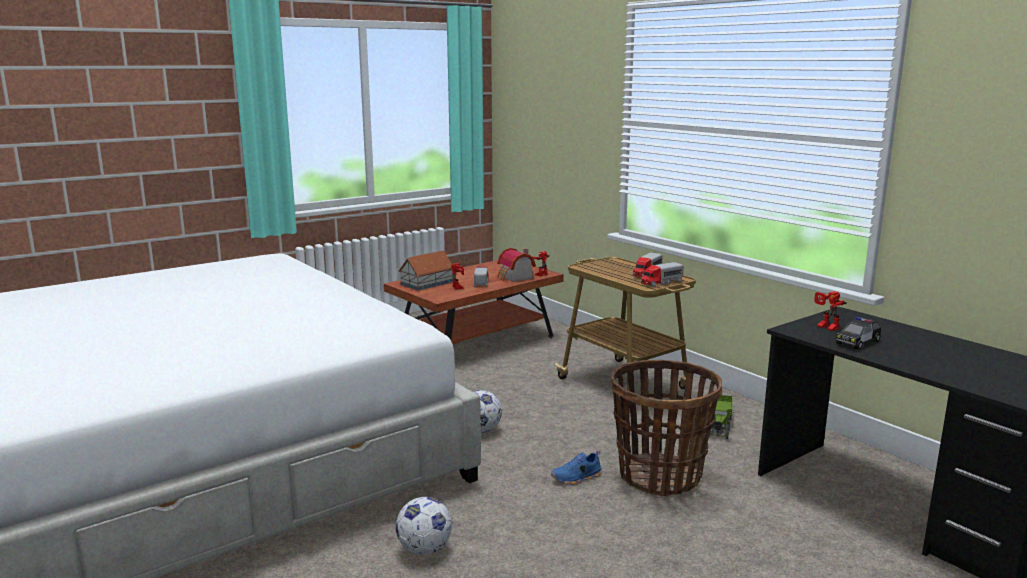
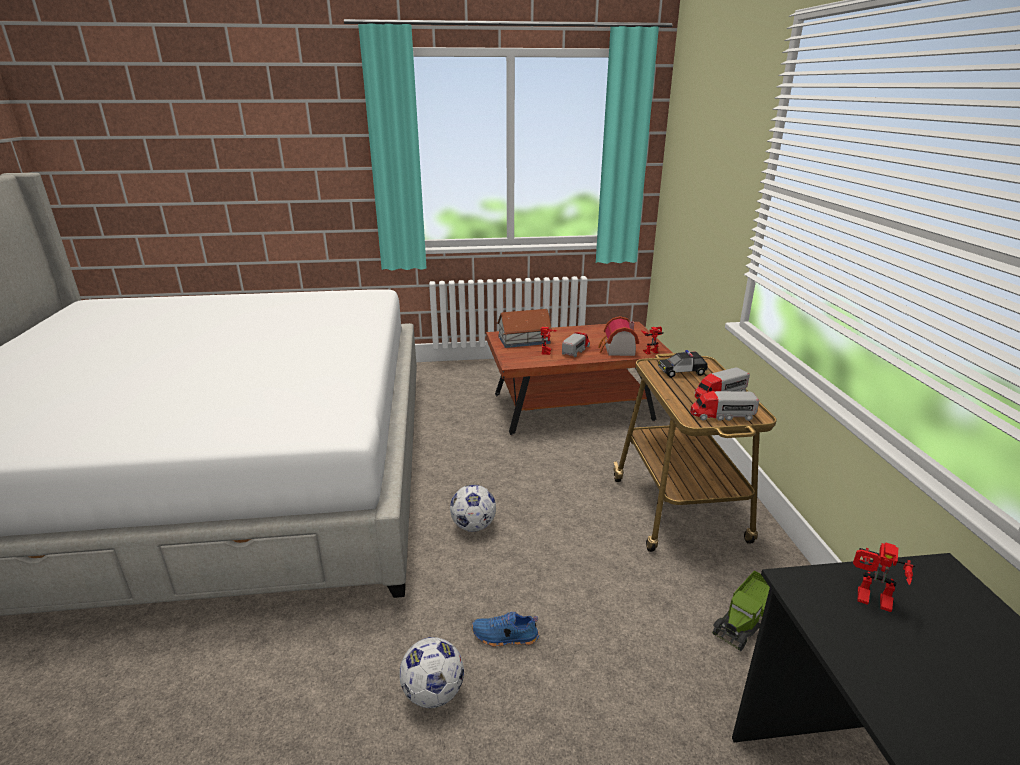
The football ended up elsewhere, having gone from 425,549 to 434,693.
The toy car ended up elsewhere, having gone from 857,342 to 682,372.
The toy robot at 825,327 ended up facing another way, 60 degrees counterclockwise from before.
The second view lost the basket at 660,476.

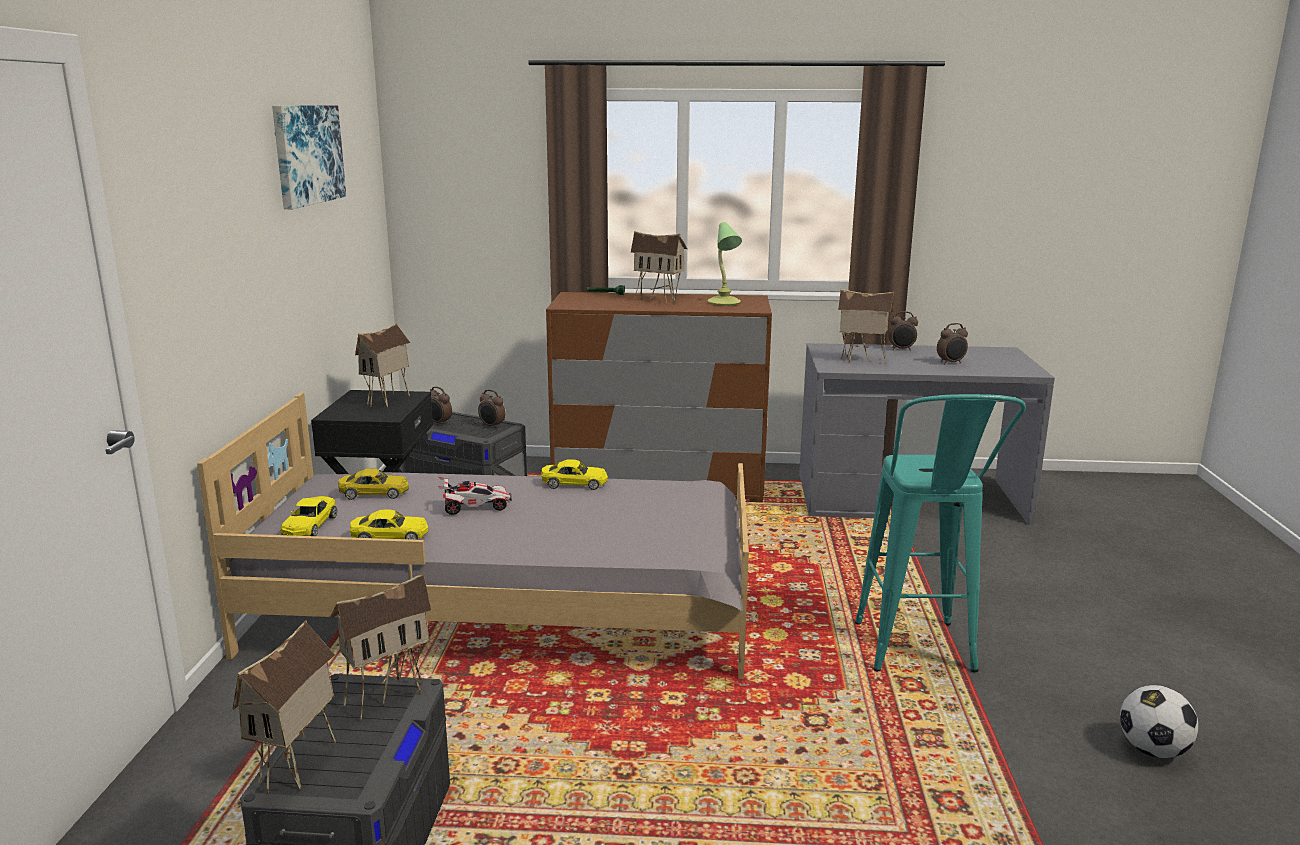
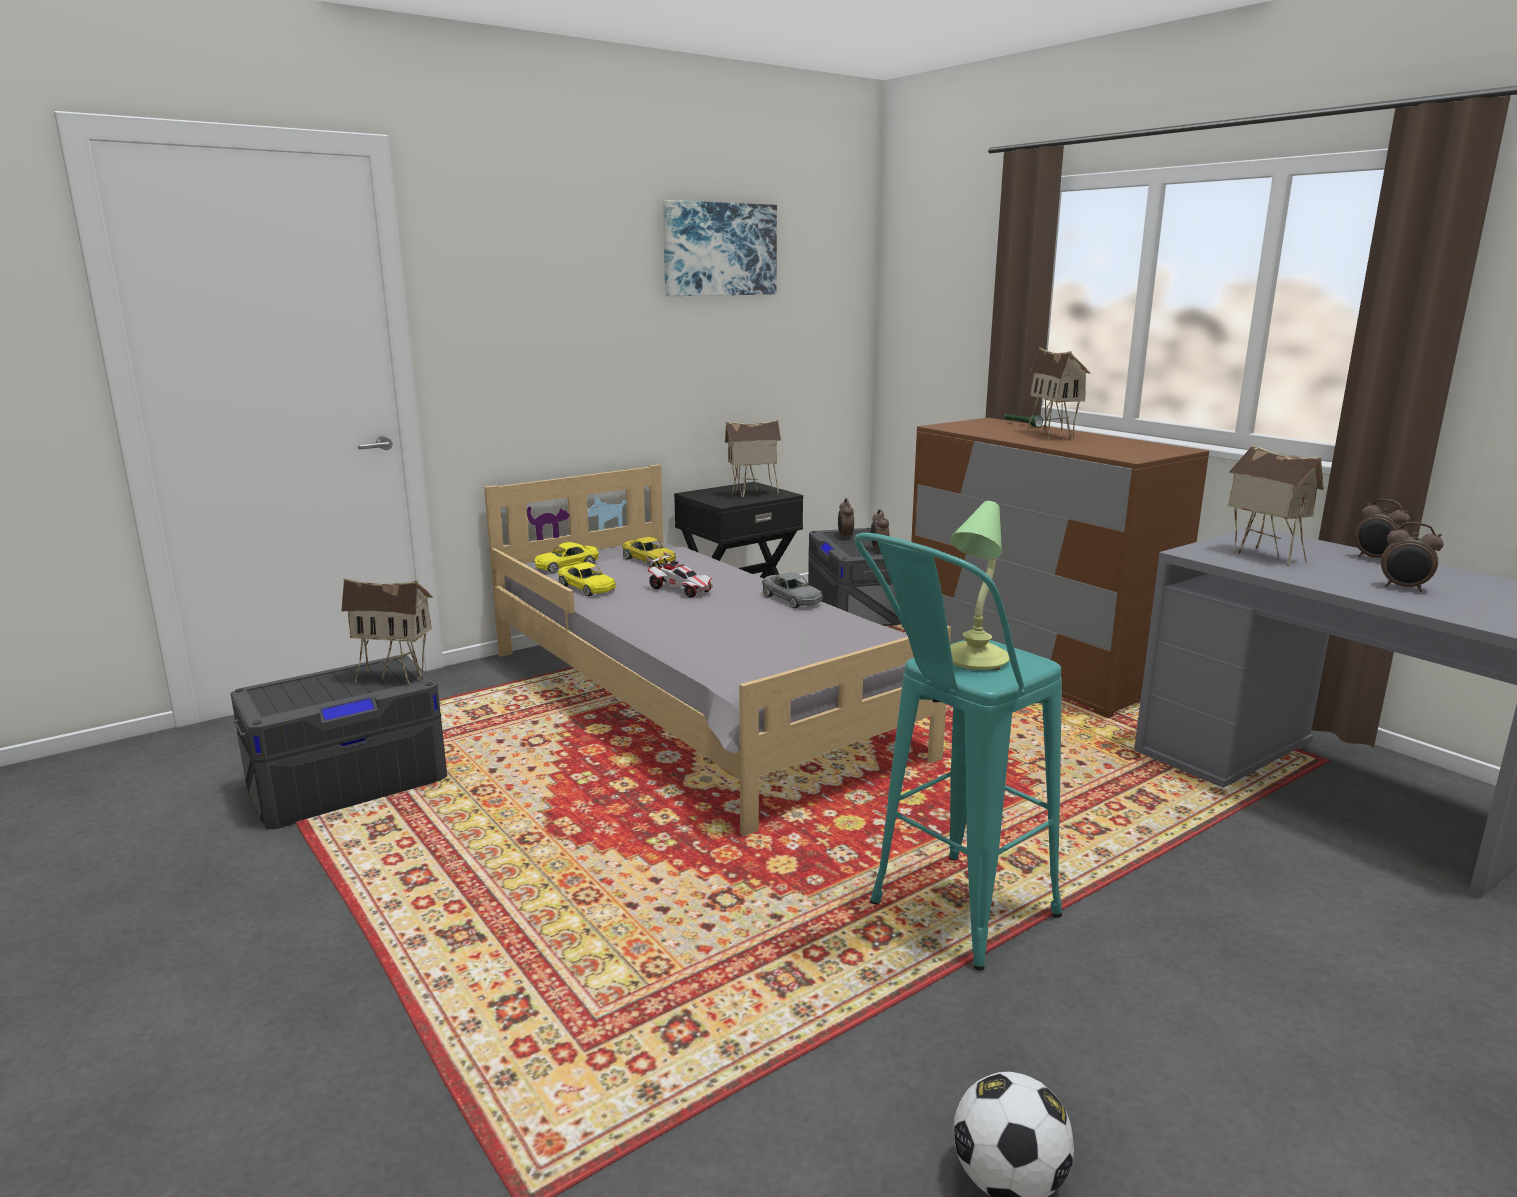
What was the toy car in yellow at 574,483 turned into the toy car in grey at 791,599.
The table lamp ended up elsewhere, having gone from 724,303 to 973,659.
The second view lost the toy house at 299,768.

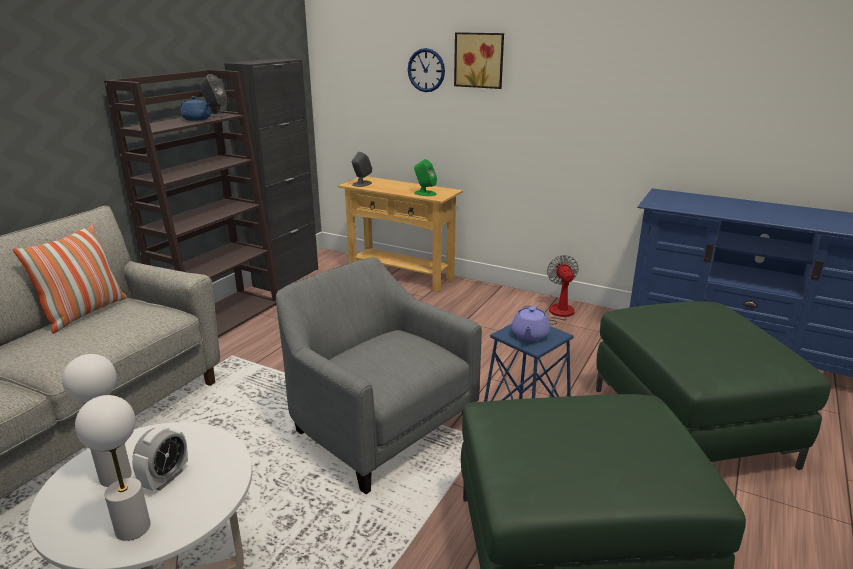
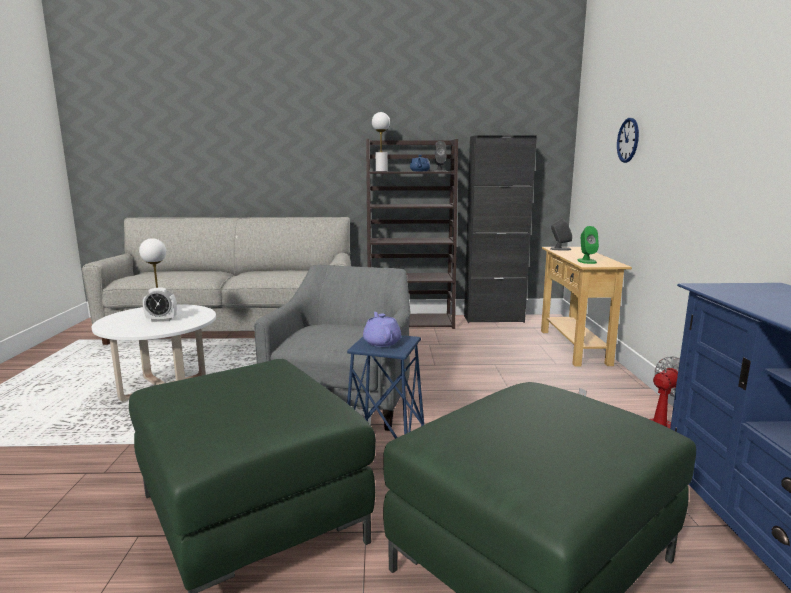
The teapot in purple at 529,335 ended up facing another way, 90 degrees clockwise from before.
The table lamp in white ended up elsewhere, having gone from 133,528 to 381,171.
The second view lost the pillow at 84,313.
The second view lost the picture at 479,60.

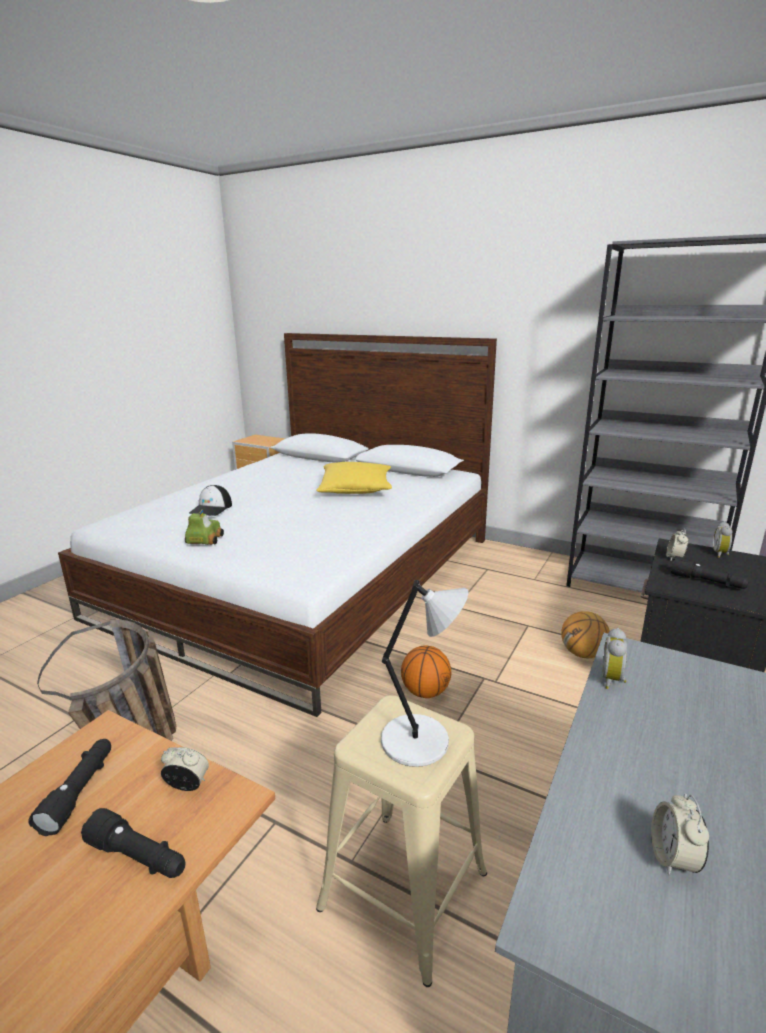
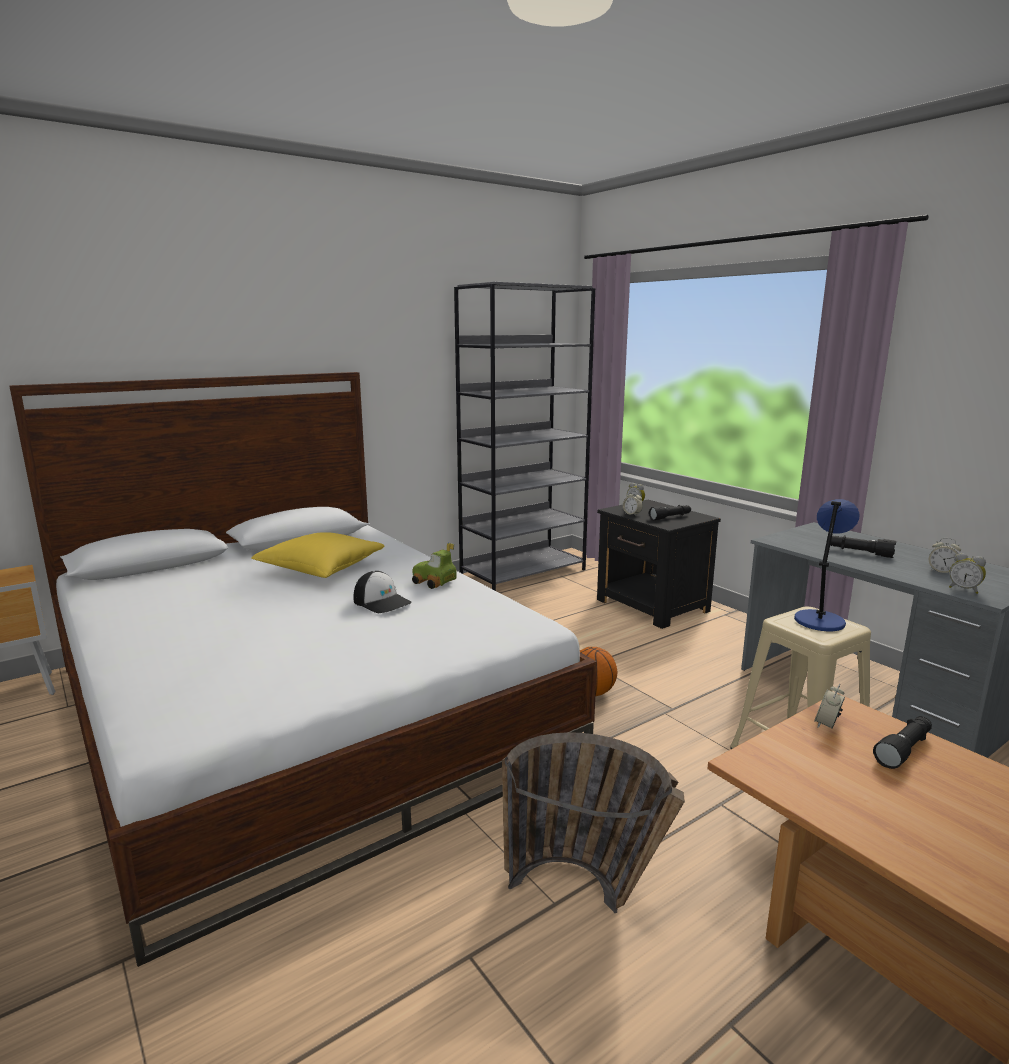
The cap ended up elsewhere, having gone from 211,508 to 382,602.
The toy car ended up elsewhere, having gone from 204,540 to 433,582.
What was the table lamp in grey at 419,741 turned into the table lamp in blue at 819,620.
The flashlight in black ended up elsewhere, having gone from 80,791 to 859,552.
The alarm clock ended up elsewhere, having gone from 613,680 to 964,589.
The second view lost the basketball at 583,654.

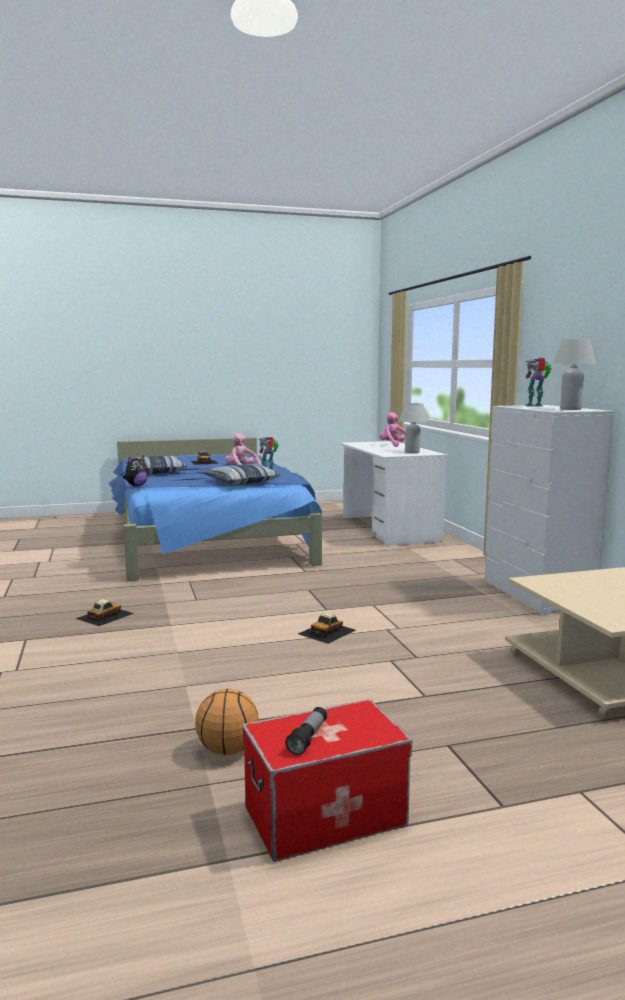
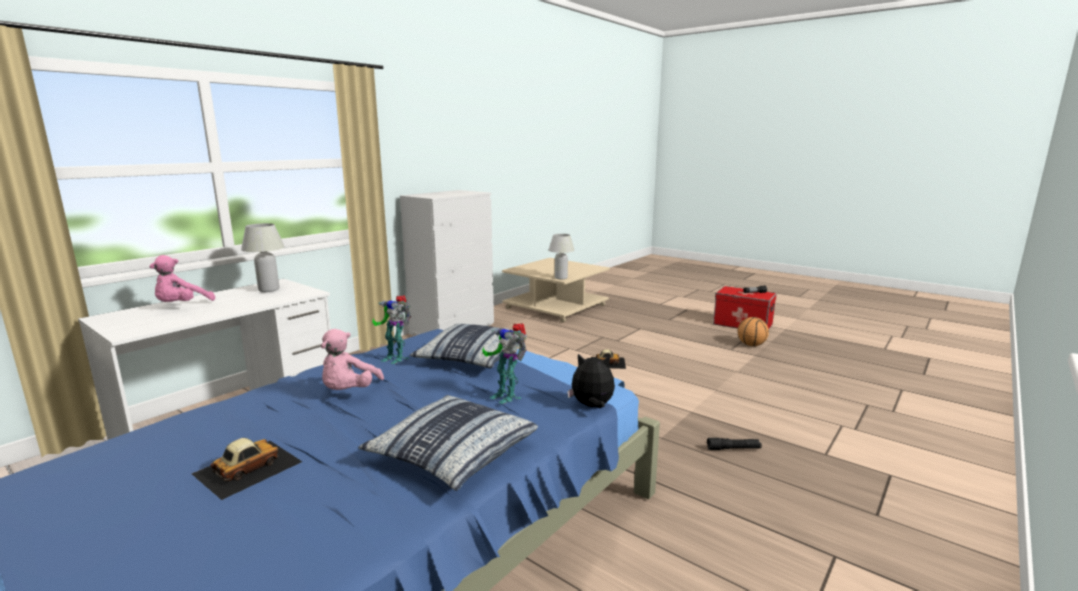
The toy robot ended up elsewhere, having gone from 535,406 to 506,395.
The table lamp in white ended up elsewhere, having gone from 570,409 to 561,278.
Where the toy car stood at 104,616, the flashlight in black came to stand at 733,448.

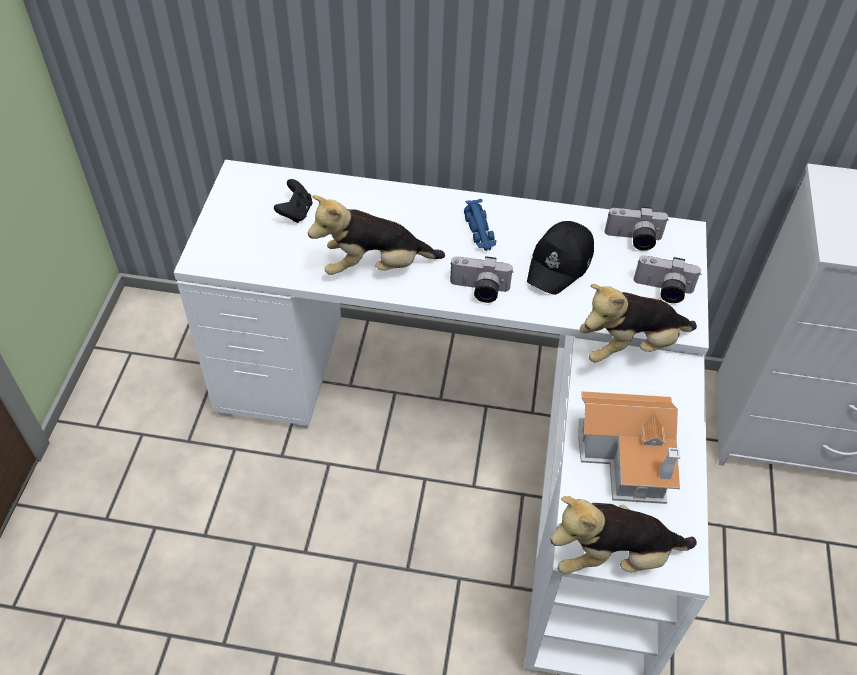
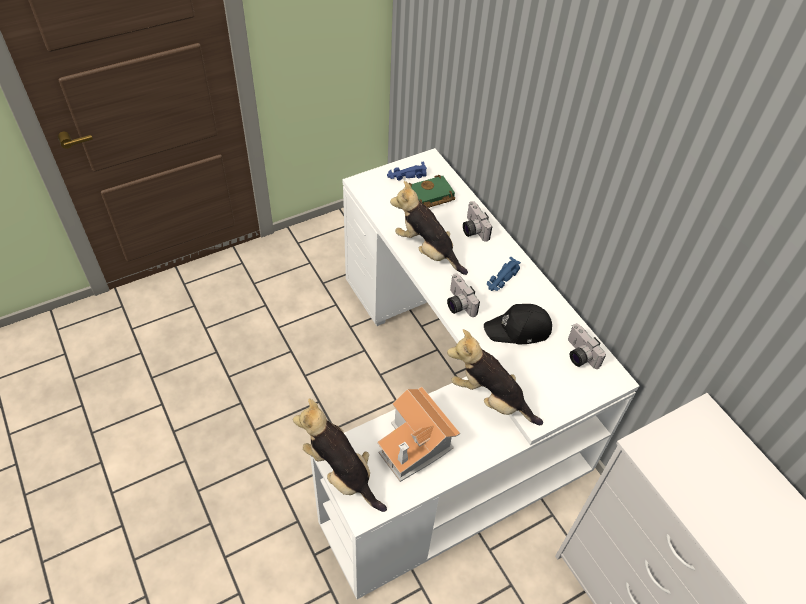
The second view gained the toy car in blue at 406,175.
Where the game controller in black stood at 296,212, the book in green came to stand at 429,196.
The photo camera ended up elsewhere, having gone from 662,291 to 472,229.

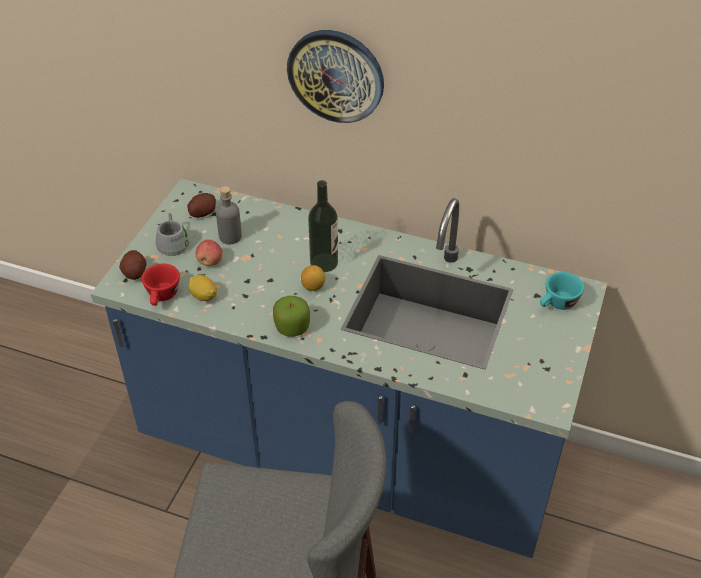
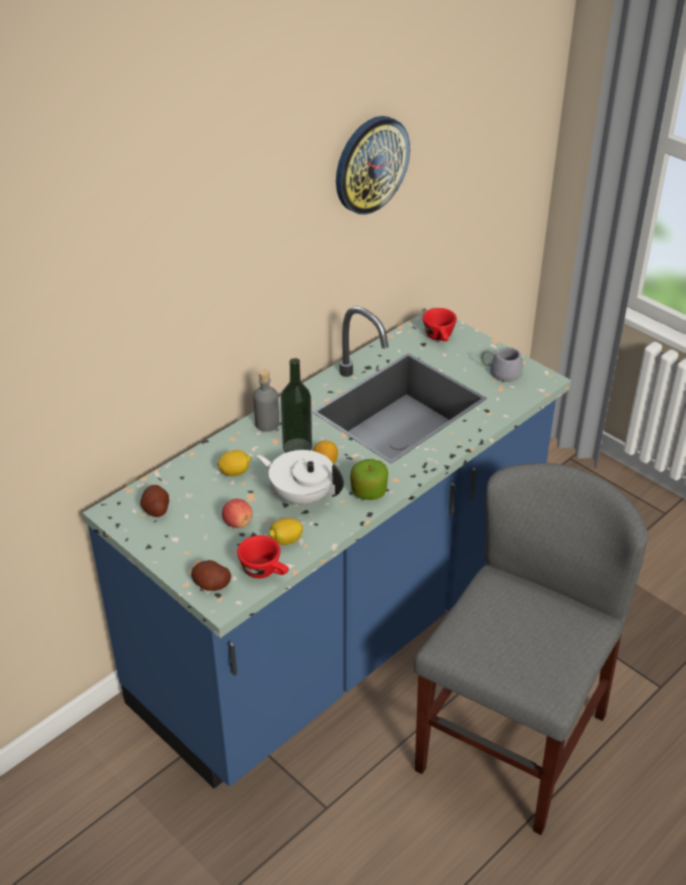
The second view gained the lemon at 235,472.
The bottle in grey ended up elsewhere, having gone from 230,236 to 267,424.
The second view gained the teapot in white at 302,496.
The wall clock ended up elsewhere, having gone from 336,75 to 370,164.
What was the cup in turquoise at 557,304 turned into the cup in red at 440,337.
The mug in grey ended up elsewhere, having gone from 176,242 to 502,370.

